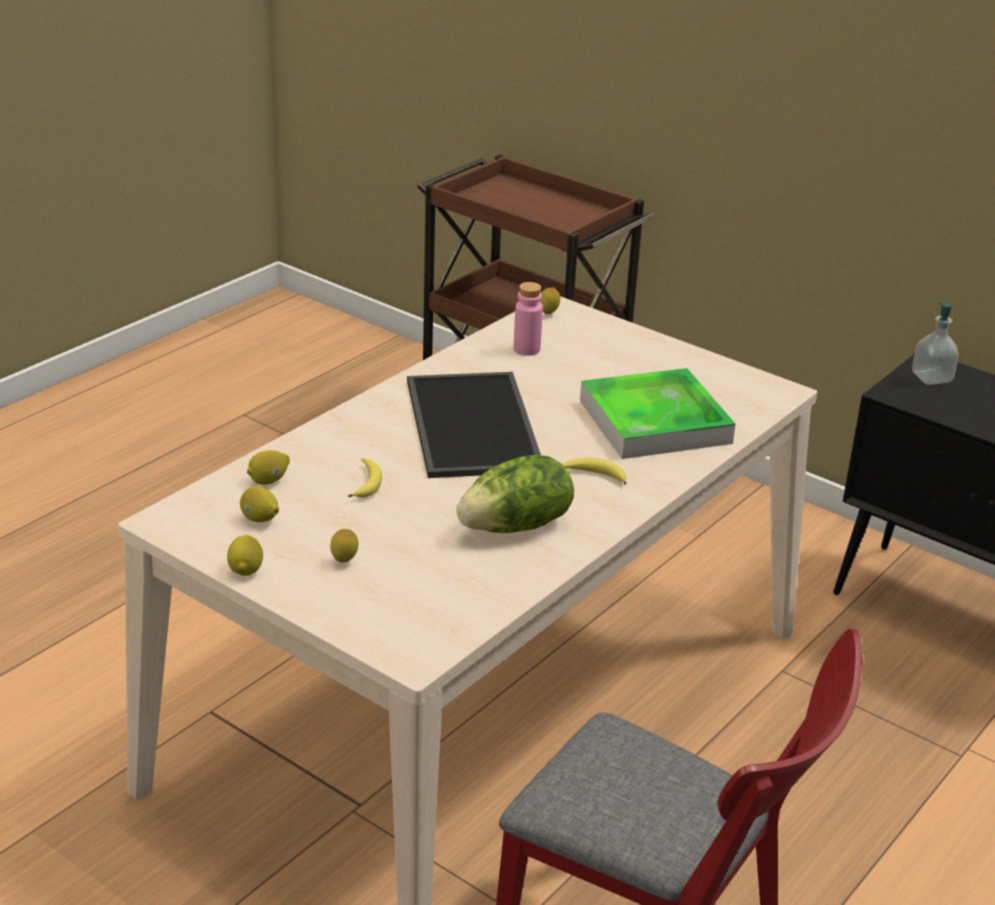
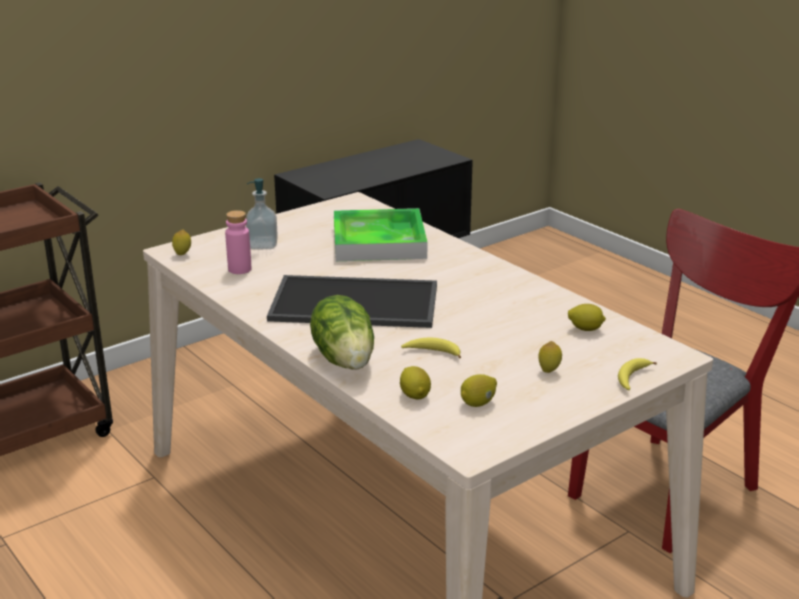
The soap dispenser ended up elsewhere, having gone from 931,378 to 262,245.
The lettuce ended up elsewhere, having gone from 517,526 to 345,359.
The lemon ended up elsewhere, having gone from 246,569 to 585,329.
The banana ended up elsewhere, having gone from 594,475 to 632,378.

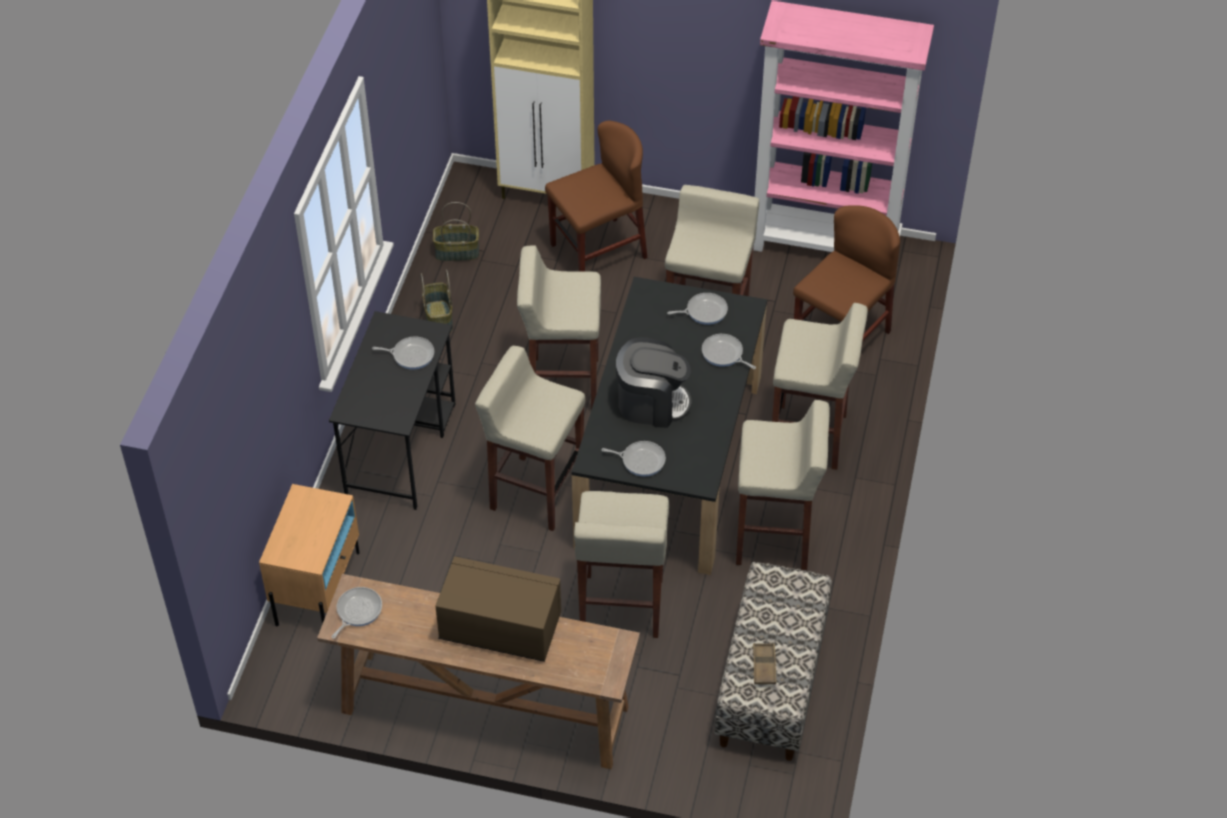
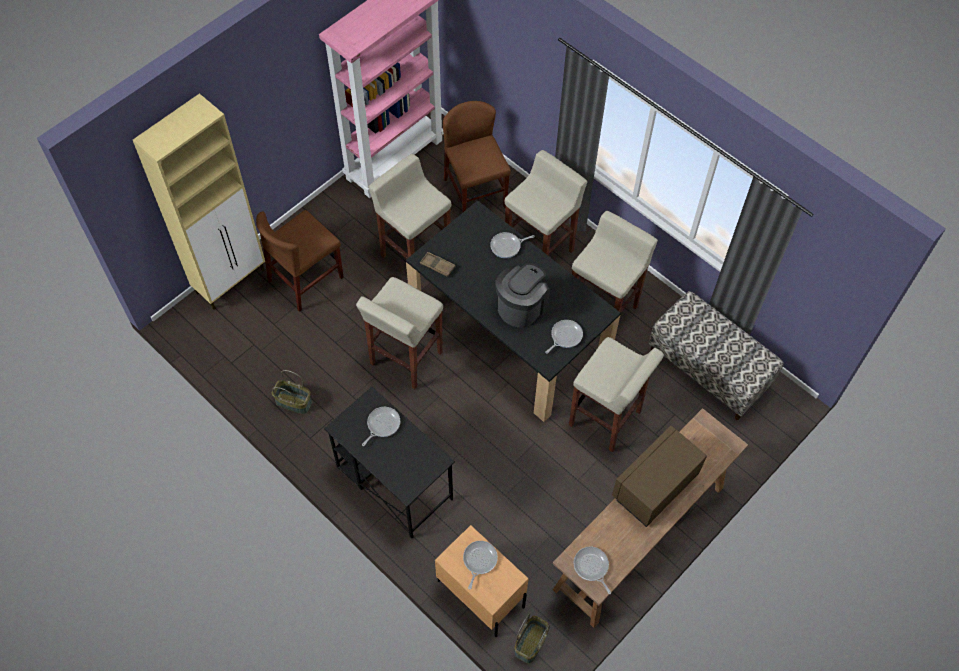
The chair in brown at 598,251 ended up facing another way, 135 degrees counterclockwise from before.
The tray in brown ended up elsewhere, having gone from 764,666 to 437,266.
The frying pan ended up elsewhere, having gone from 704,311 to 479,560.
The basket ended up elsewhere, having gone from 456,253 to 531,643.
The second view lost the stool in beige at 535,492.

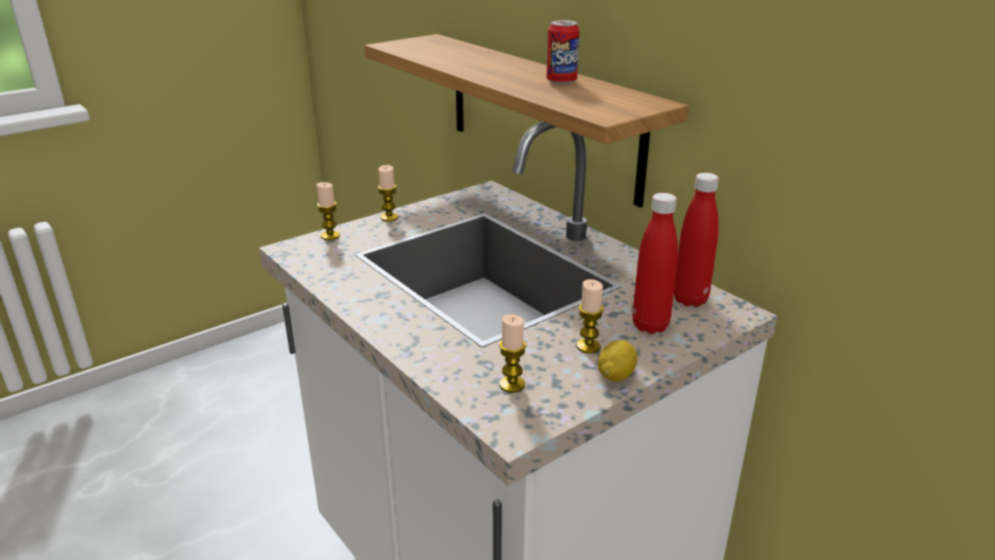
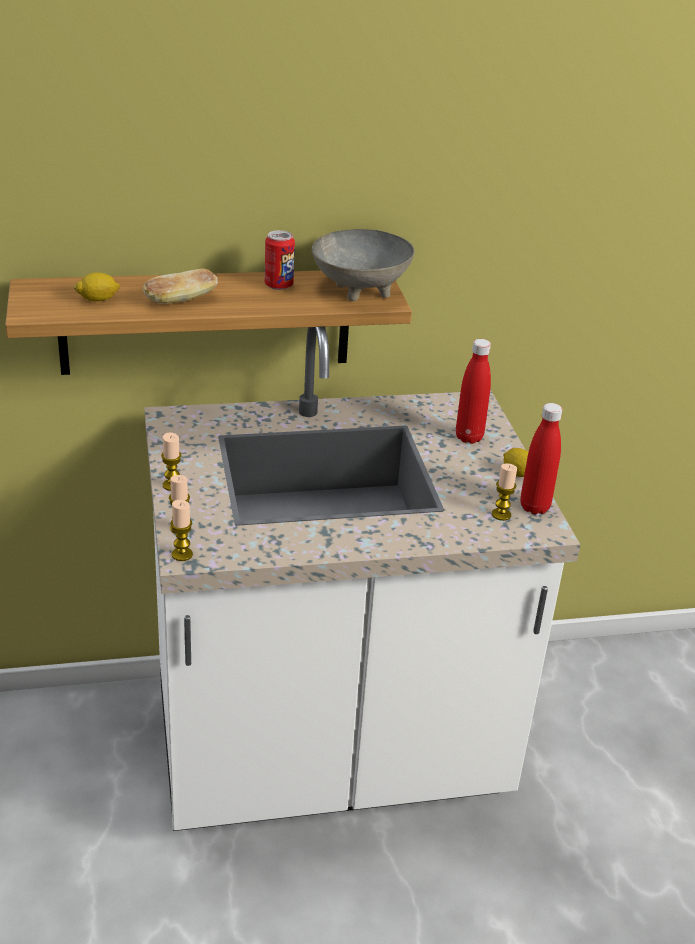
The second view gained the lemon at 98,299.
The second view gained the bread at 181,300.
The candle ended up elsewhere, having gone from 588,346 to 182,554.
The second view gained the bowl in grey at 361,288.
The bottle in red ended up elsewhere, having gone from 690,300 to 534,507.

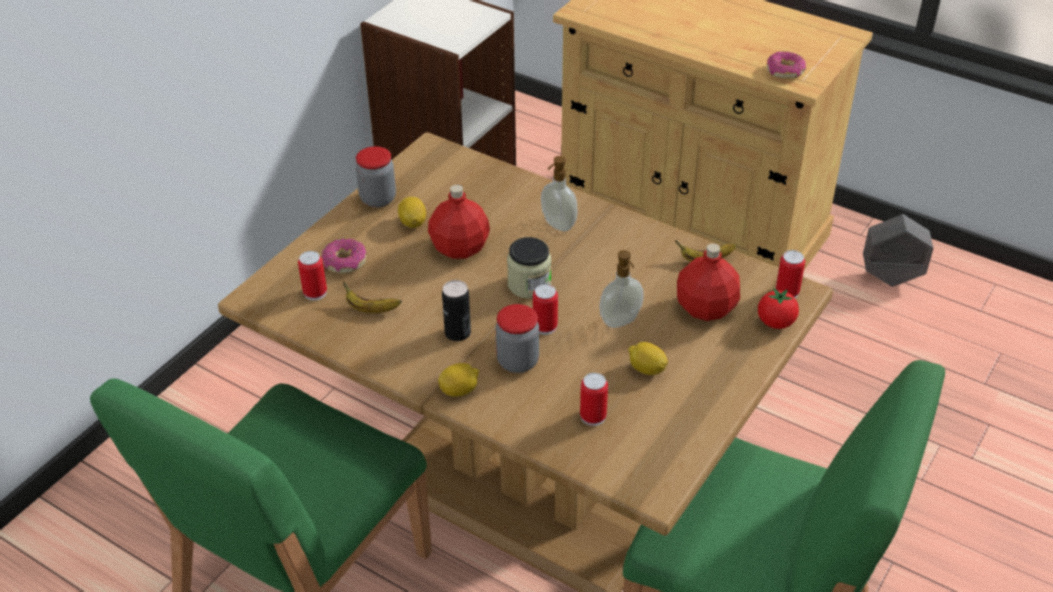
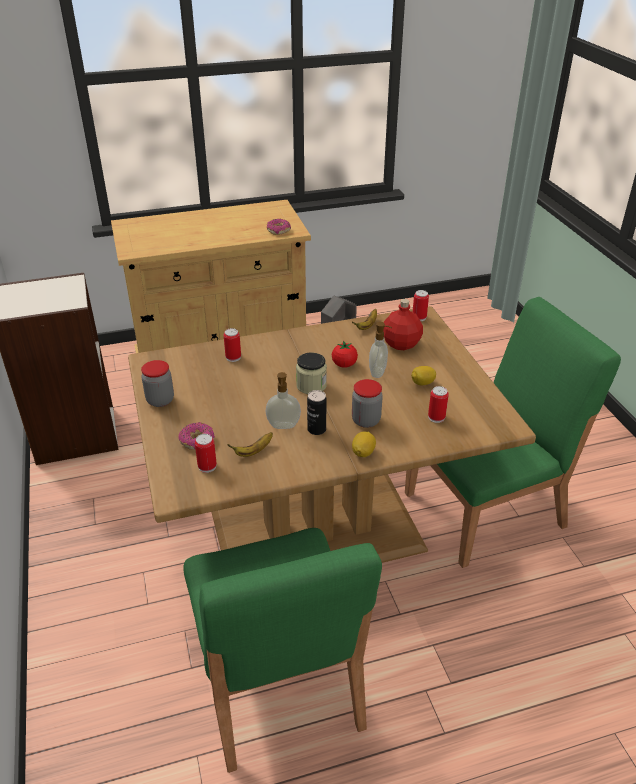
The can ended up elsewhere, having gone from 545,326 to 233,357.
The soap dispenser ended up elsewhere, having gone from 557,225 to 283,426.
The tomato ended up elsewhere, having gone from 775,322 to 344,364.
The second view lost the lemon at 413,222.
The second view lost the bottle in red at 459,248.

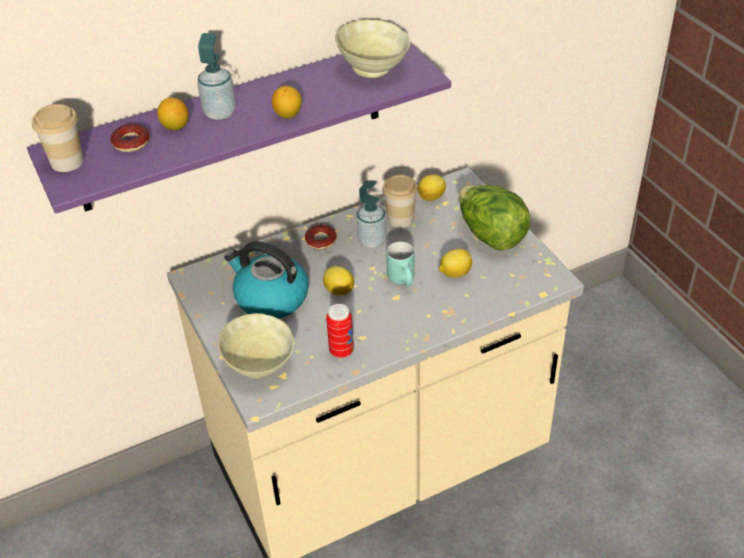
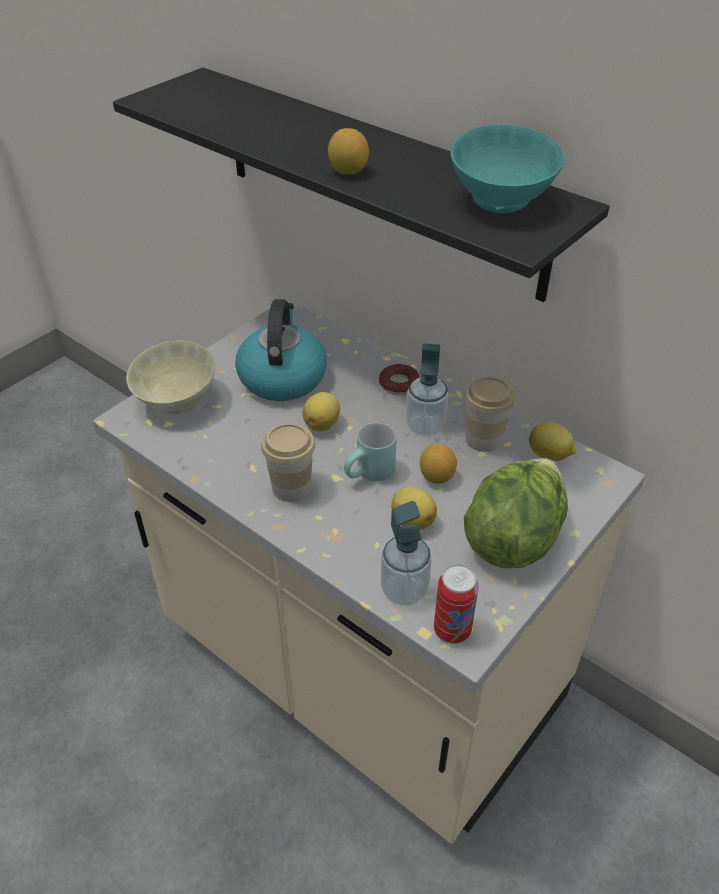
What was the shelf in purple at 232,125 turned into the shelf in black at 377,180.
The cup ended up elsewhere, having gone from 67,162 to 291,487.
The soap dispenser ended up elsewhere, having gone from 220,113 to 404,590.
The lemon ended up elsewhere, having gone from 175,127 to 436,477.
The can ended up elsewhere, having gone from 341,351 to 452,630.
What was the bowl in beige at 373,70 turned into the bowl in turquoise at 499,202.
The second view lost the donut at 131,142.

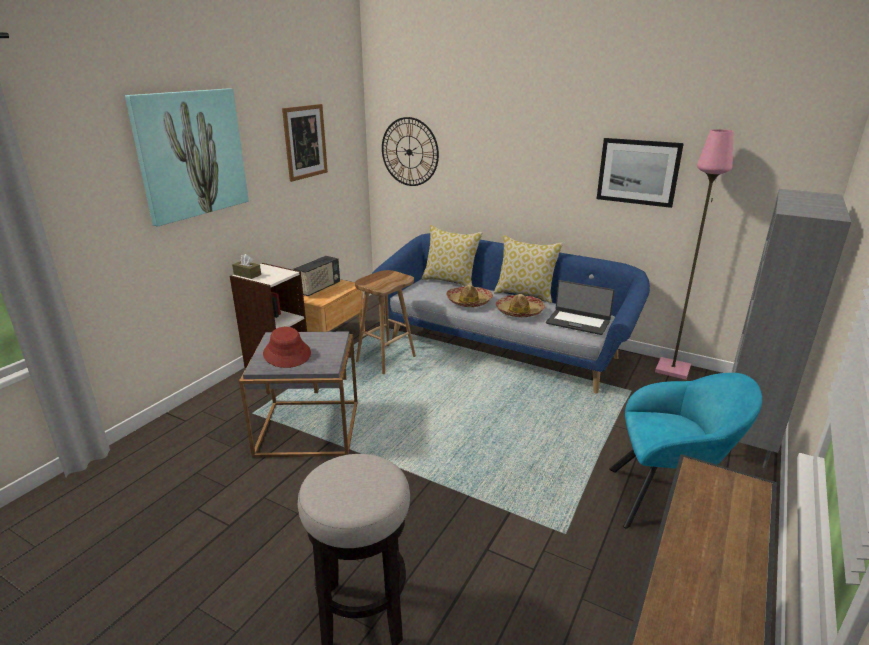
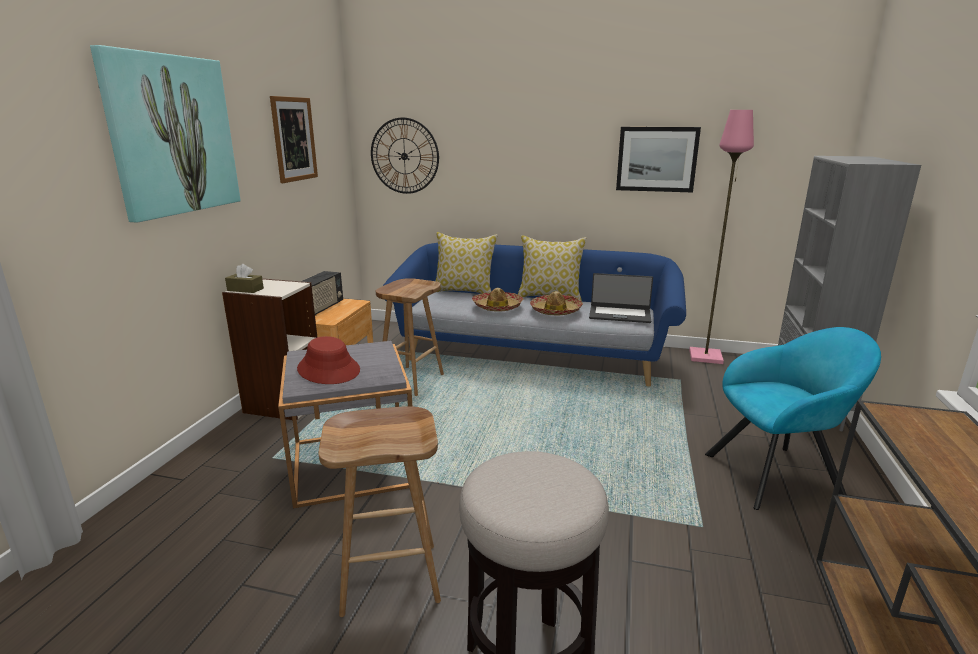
The second view gained the stool in brown at 391,577.

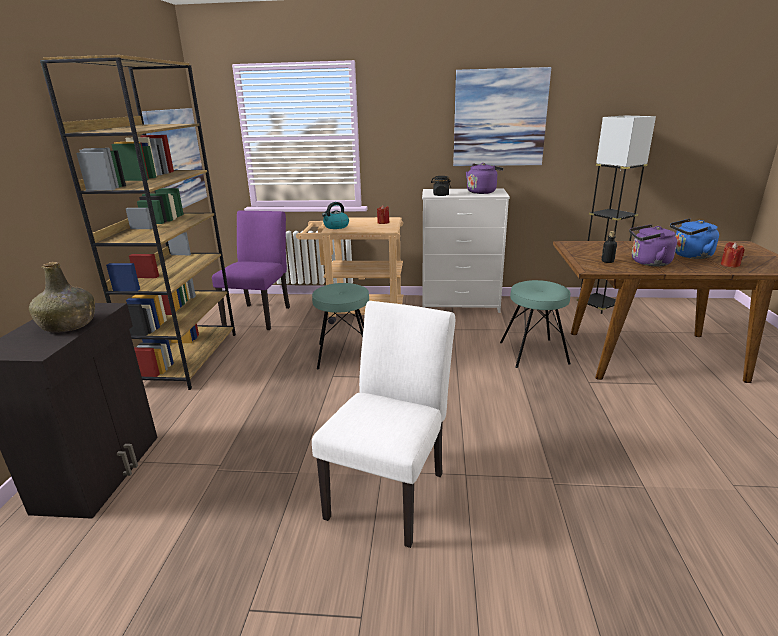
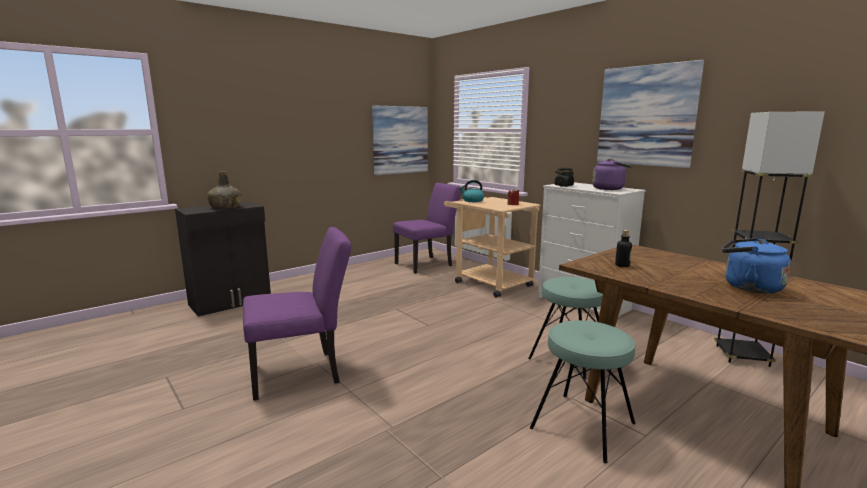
What was the chair in white at 391,488 turned into the chair in purple at 303,372.
The stool in turquoise ended up elsewhere, having gone from 344,354 to 582,425.
The second view lost the bookcase in brown at 187,358.
The second view lost the kettle in purple at 648,262.
The second view lost the candle in red at 729,265.

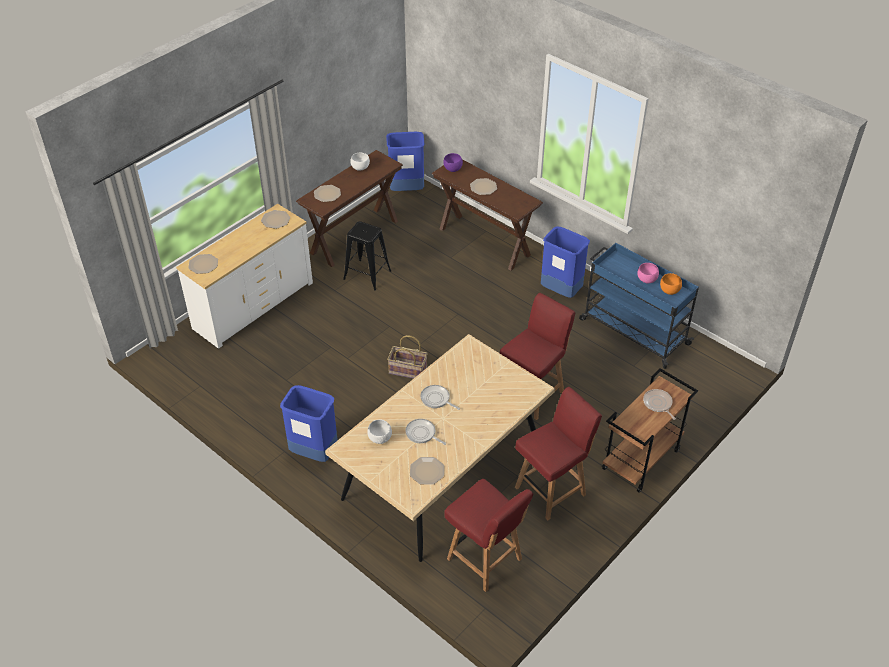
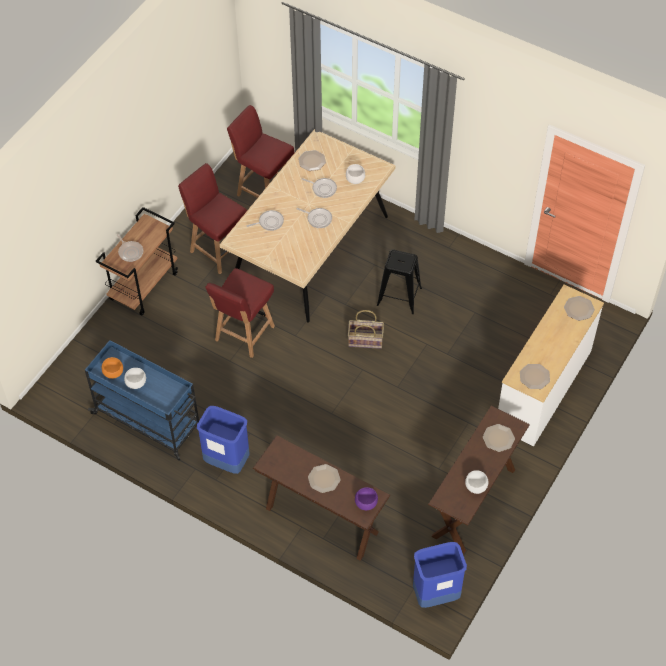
What was the bowl in pink at 647,280 turned into the bowl in white at 136,383.
The chair in red at 551,490 ended up facing another way, 90 degrees clockwise from before.
The second view gained the frying pan at 269,222.
The stool in black ended up elsewhere, having gone from 367,275 to 399,296.
The second view lost the trash can in blue at 314,452.

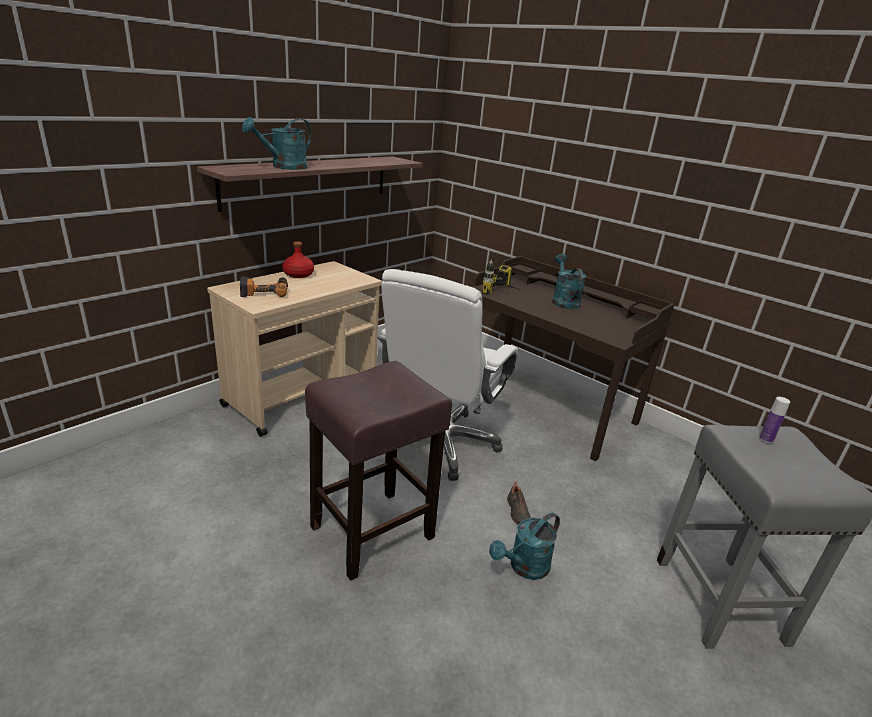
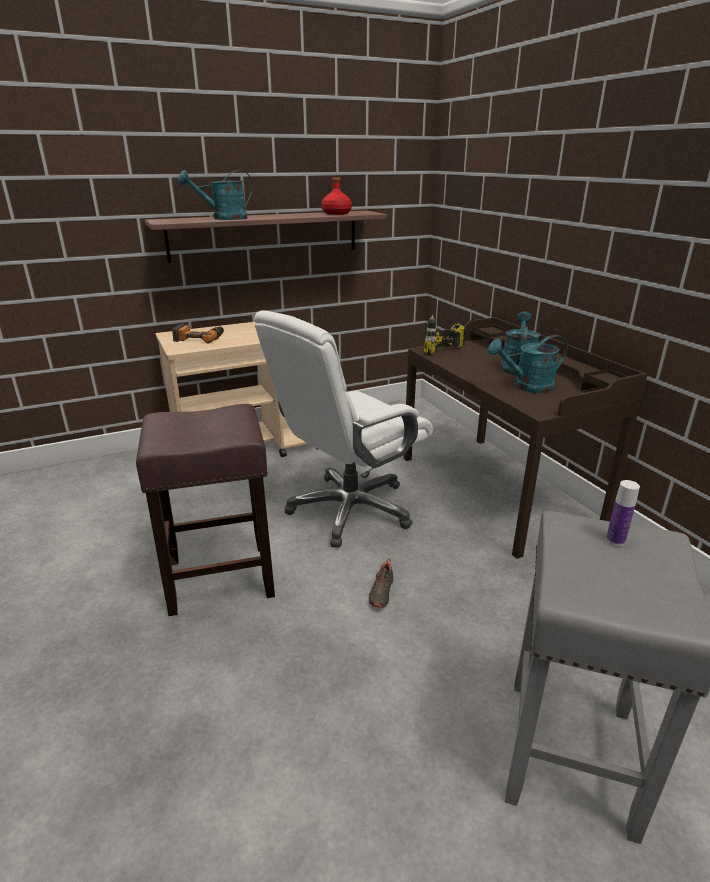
The bottle in red ended up elsewhere, having gone from 298,275 to 336,213.
The watering can in turquoise ended up elsewhere, having gone from 524,567 to 527,387.

